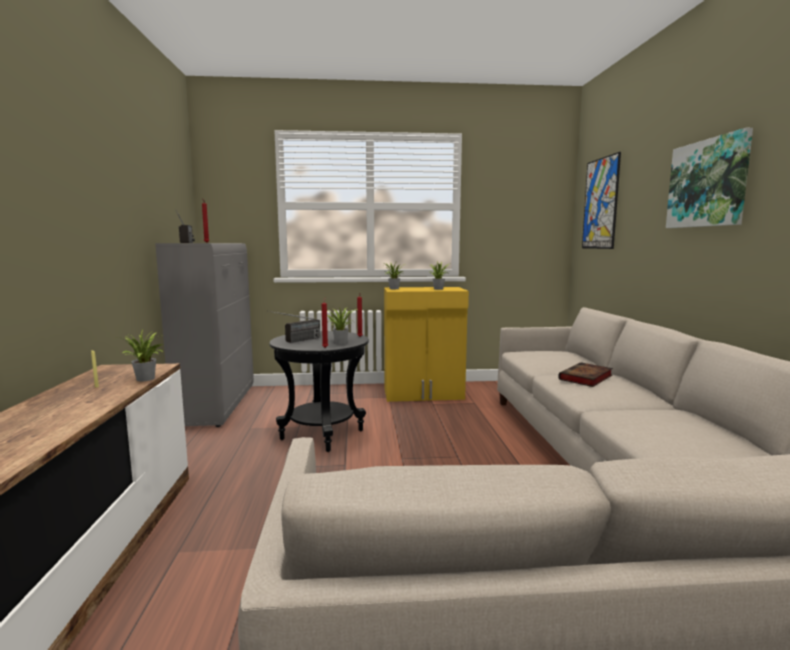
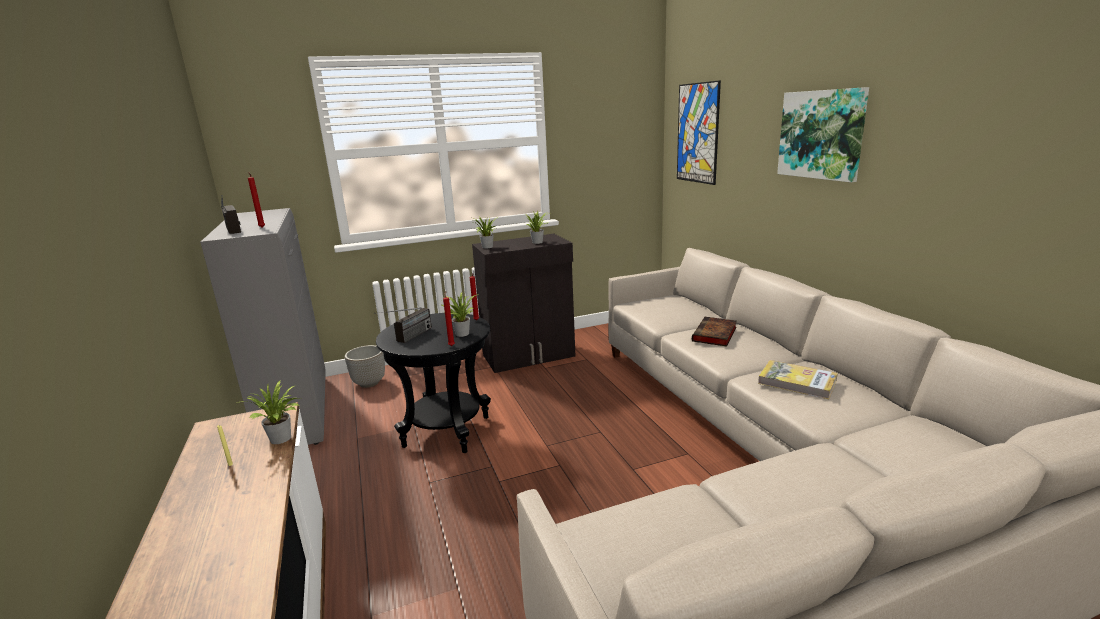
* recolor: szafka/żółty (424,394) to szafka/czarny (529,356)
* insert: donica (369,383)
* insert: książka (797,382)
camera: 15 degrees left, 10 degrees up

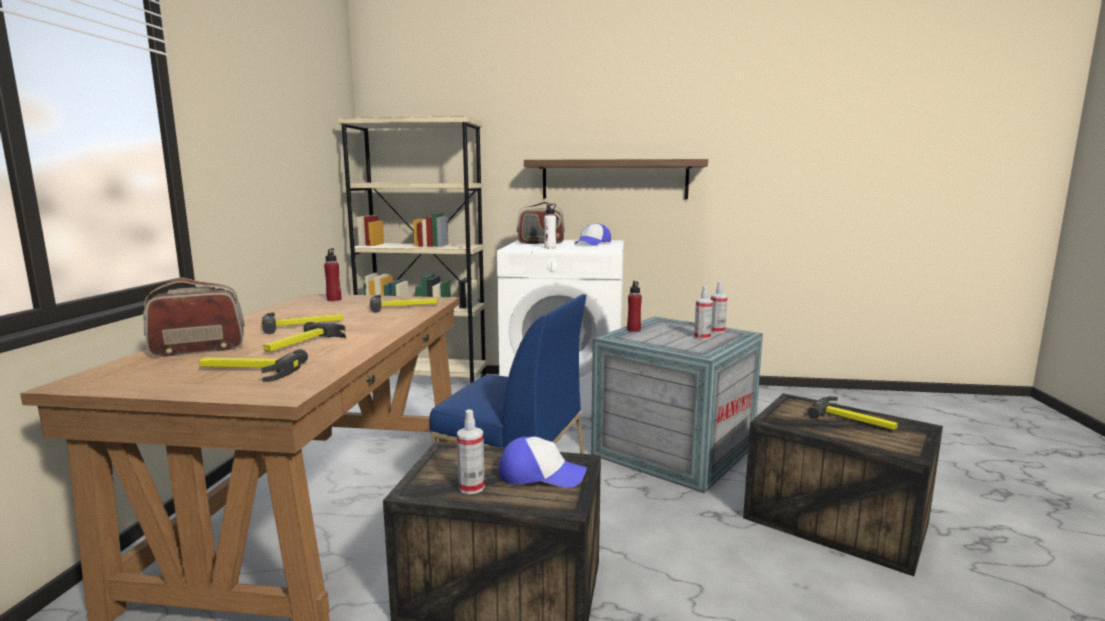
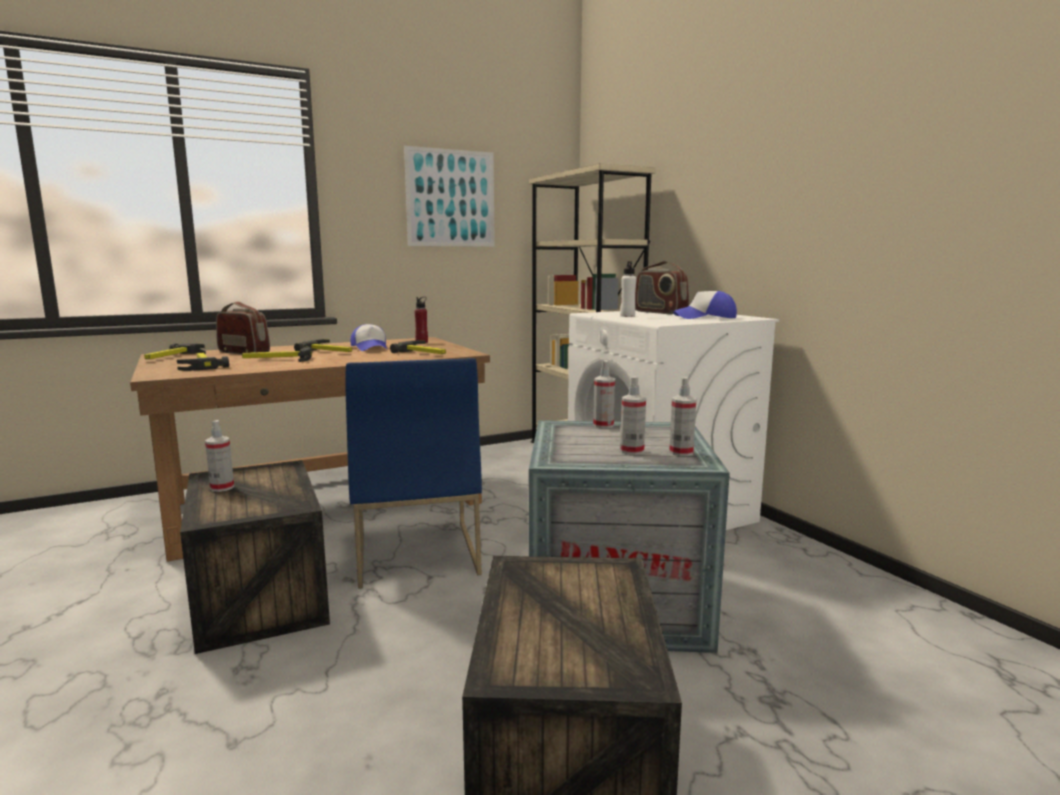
* move: czapka z daszkiem (541,475) to (370,348)
* delete: półka (614,179)
* replace: butelka/czerwony (633,330) to spryskiwacz (603,425)
* move: młotek (854,420) to (173,357)
* insert: obraz (451,198)
camera: 55 degrees right, 0 degrees up

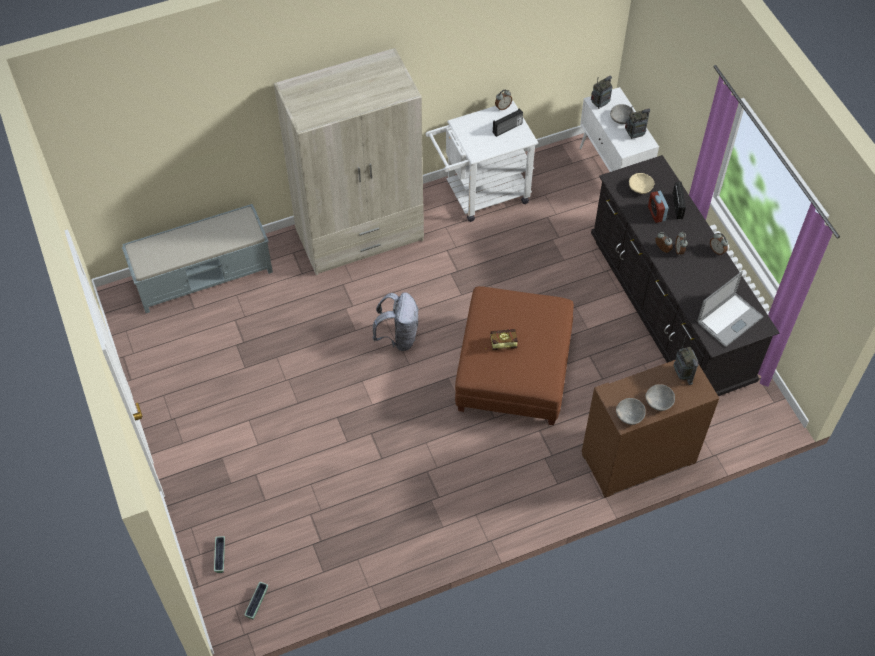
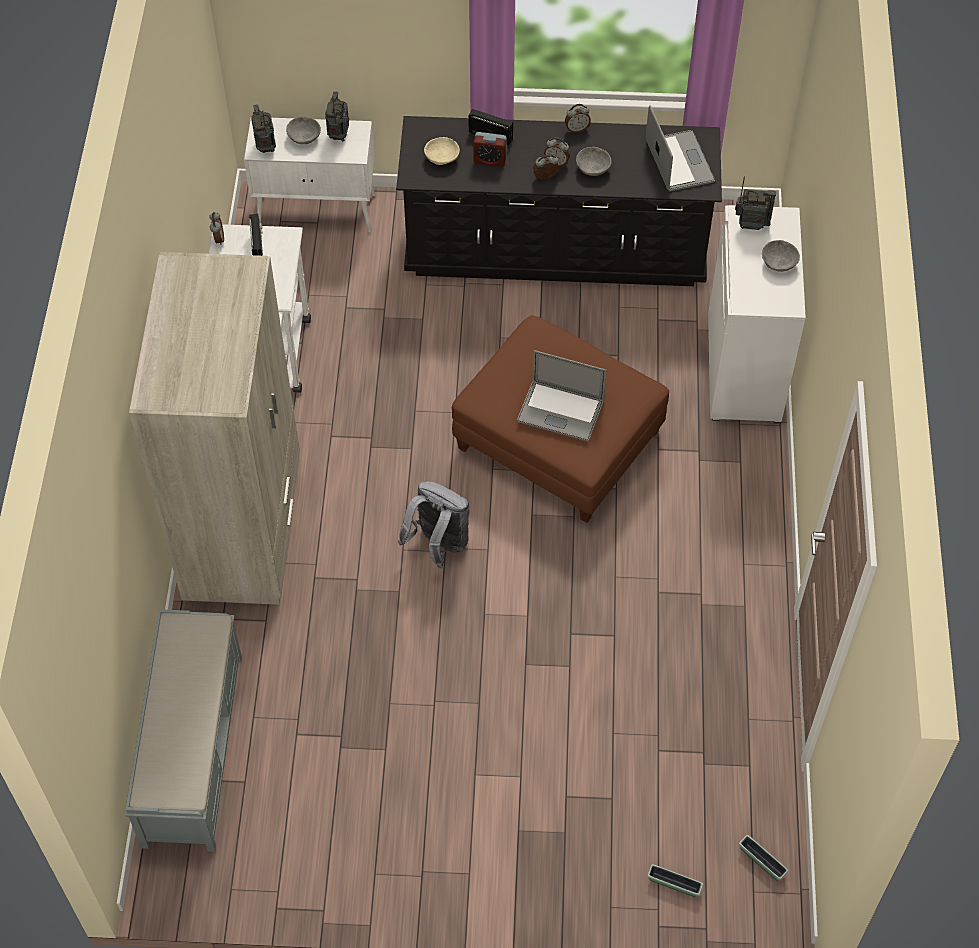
* replace: książka (500,343) to laptop (560,411)
* recolor: szafka/brązowy (638,459) to szafka/biały (745,369)
* move: miska/szary (629,415) to (592,168)
camera: 65 degrees left, 0 degrees up

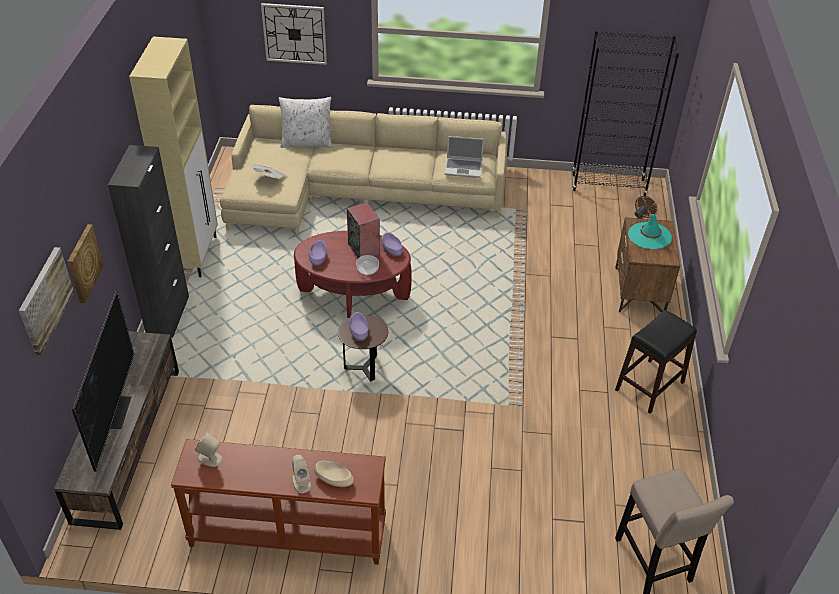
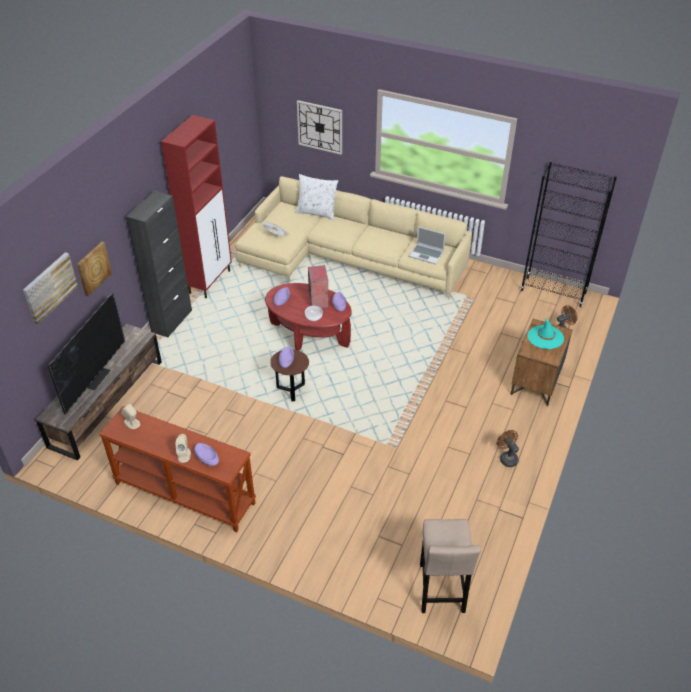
* recolor: szafka/beżowy (196,255) to szafka/czerwony (210,281)
* recolor: miska/beżowy (333,479) to miska/fioletowy (206,458)
* replace: stołek/czarny (650,386) to wentylator/brązowy (507,458)
camera: 20 degrees right, 0 degrees up

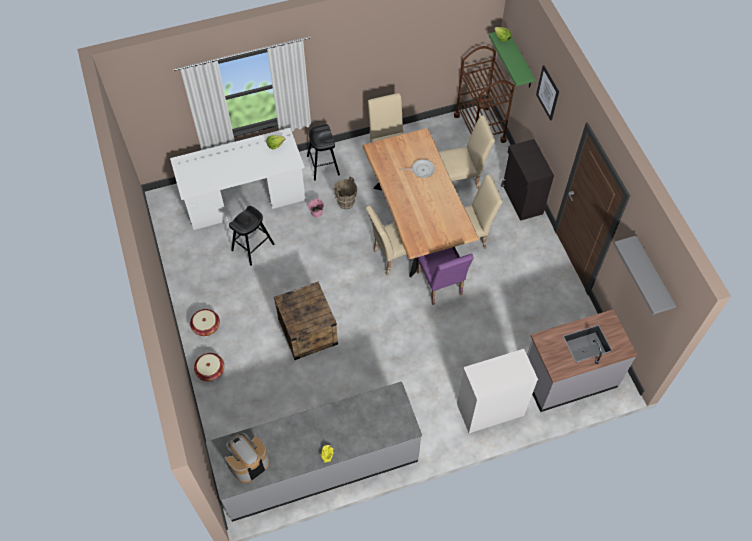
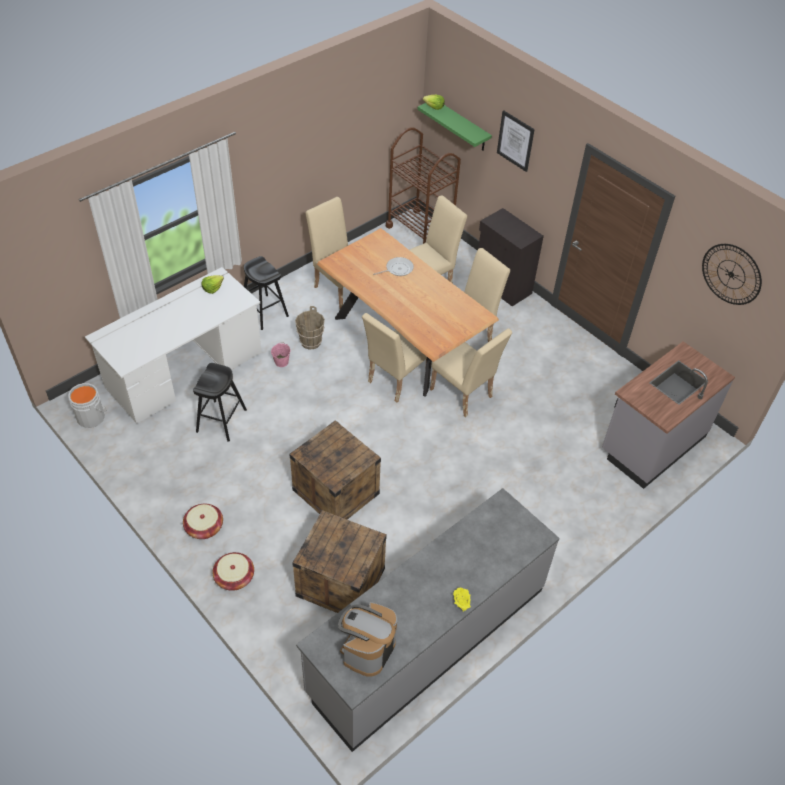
* recolor: krzesło/fioletowy (440,287) to krzesło/beżowy (464,396)
* delete: komoda/biały (489,410)
* replace: półka/szary (652,275) to zegar ścienny (731,274)
* insert: wiadro/szary (92,416)
* insert: skrzynka (340,582)
camera: 25 degrees left, 10 degrees down

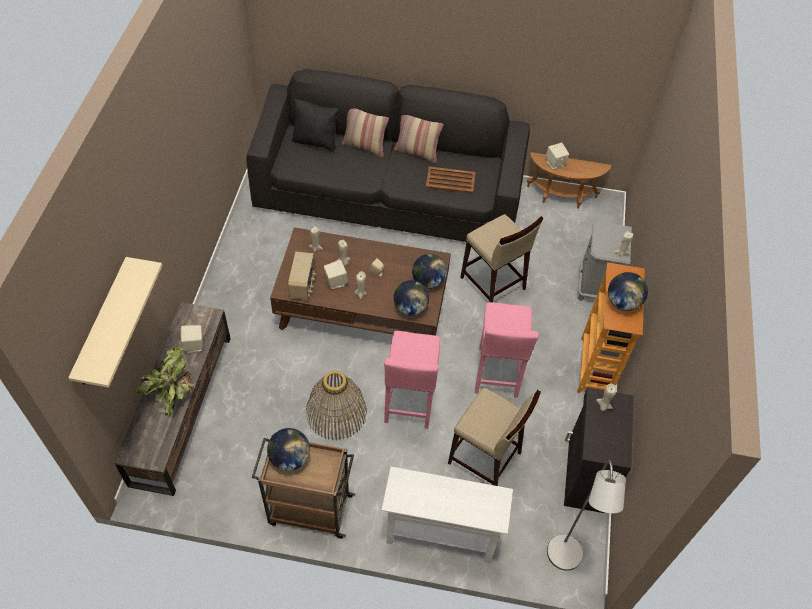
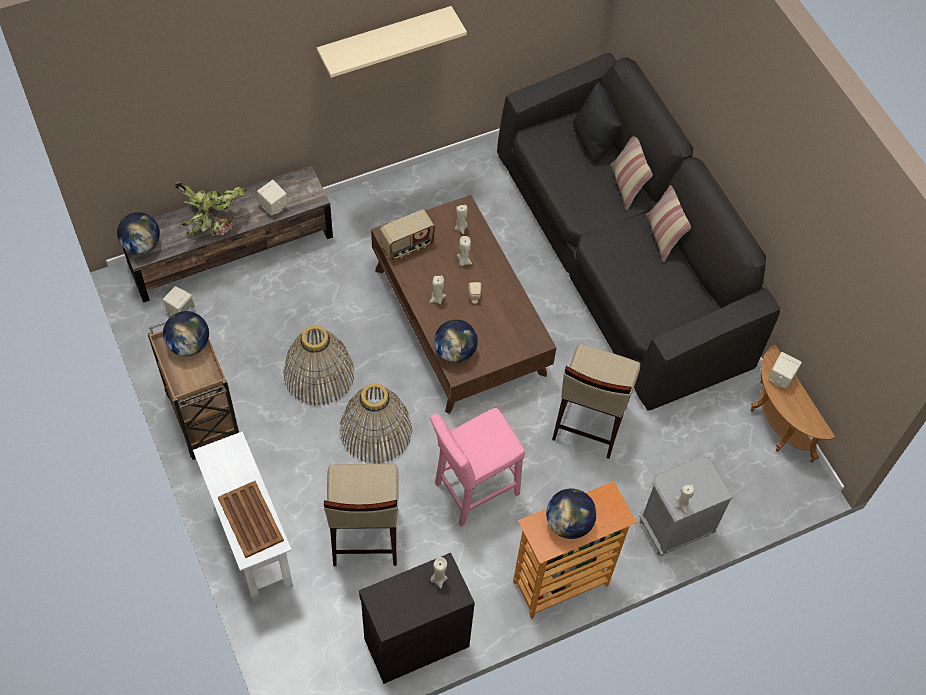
* move: półka/beżowy (102,324) to (385,38)
* move: głośnik/beżowy (335,282) to (181,310)
* replace: stołek/różowy (409,404) to koszyk (375,431)
* move: globus (428,281) to (141,244)
* move: taca/brązowy (450,180) to (250,518)
* delete: lampa stojąca/szary (564,560)
camera: 55 degrees right, 5 degrees up

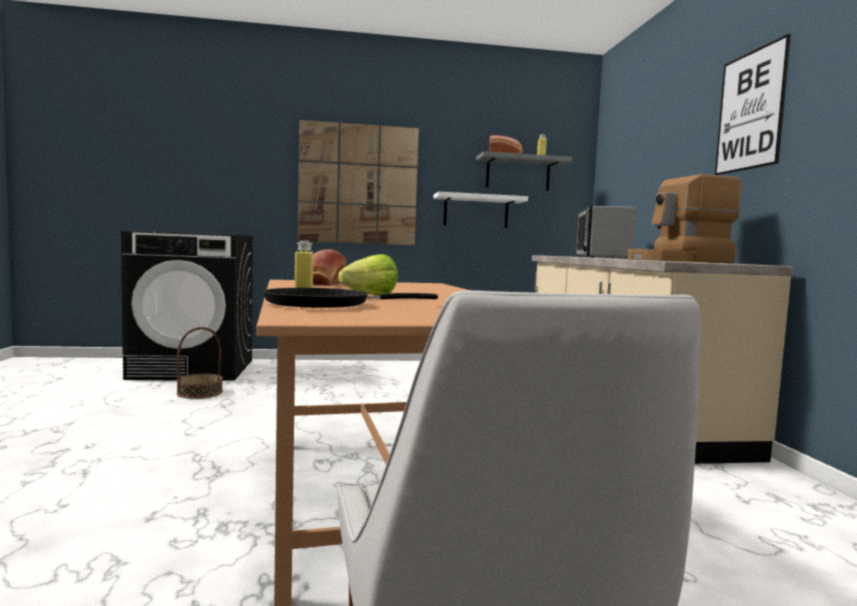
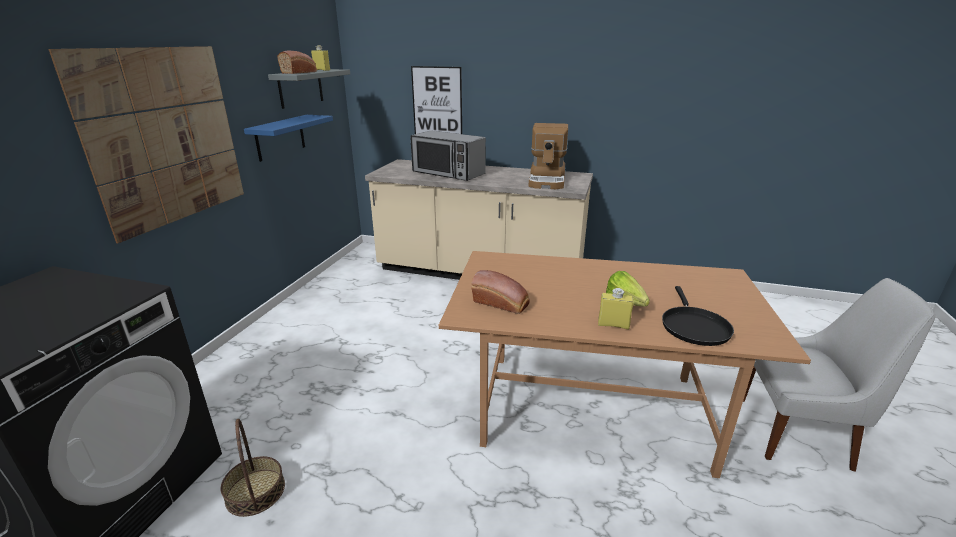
* recolor: półka/biały (476,211) to półka/niebieski (280,137)
* move: obraz (750,110) to (437,103)
camera: 65 degrees left, 20 degrees up

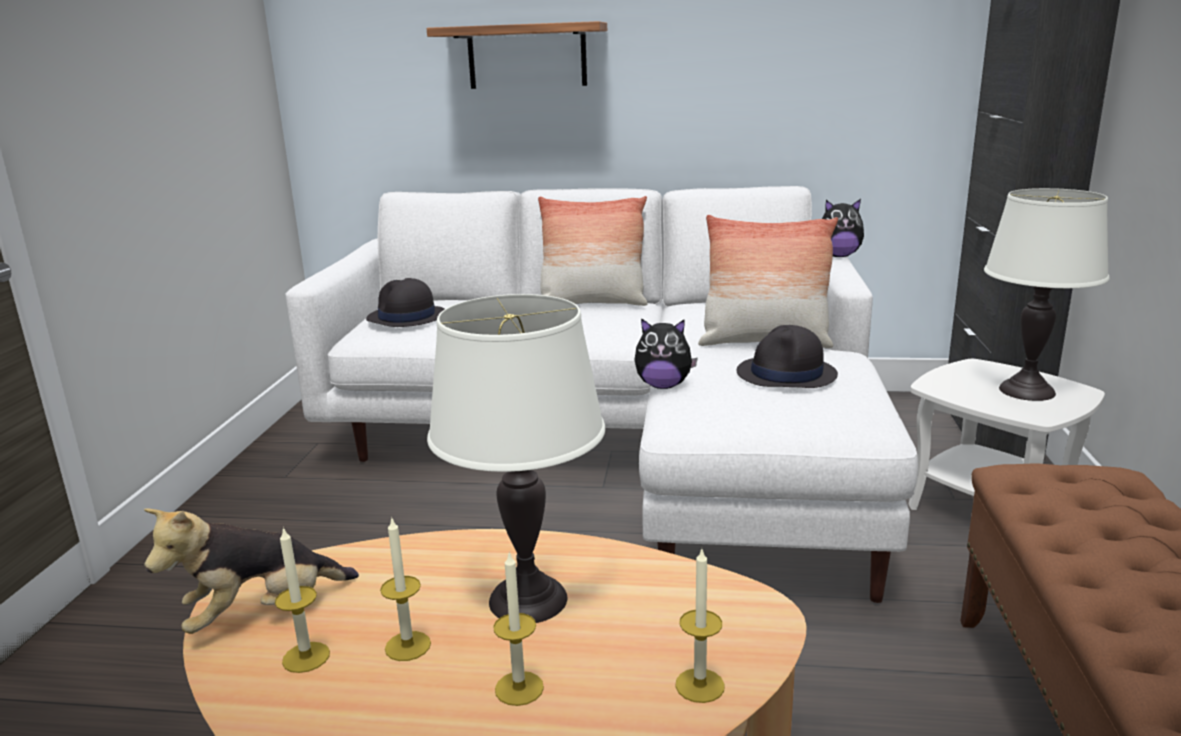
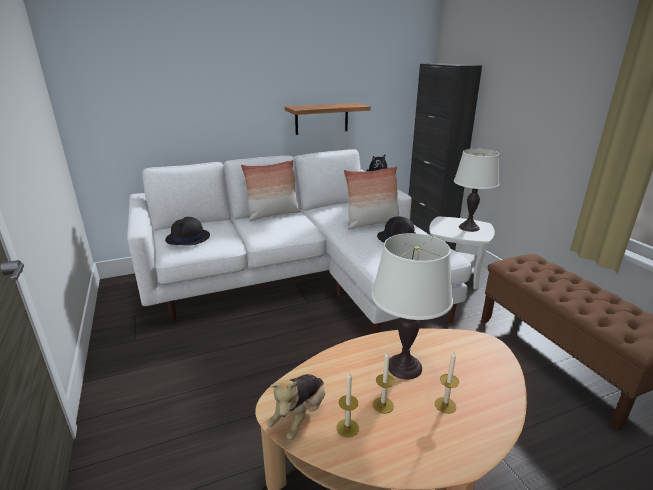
* move: półka (527,56) to (321,118)
* delete: pluszak (663,386)
* delete: świeca (699,685)
camera: 30 degrees left, 5 degrees up

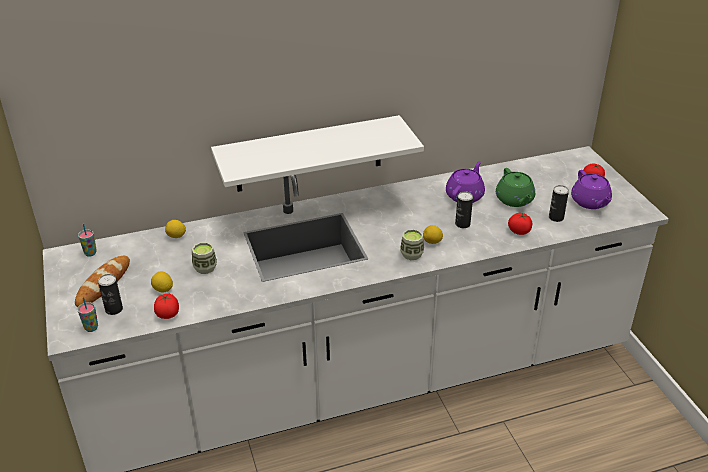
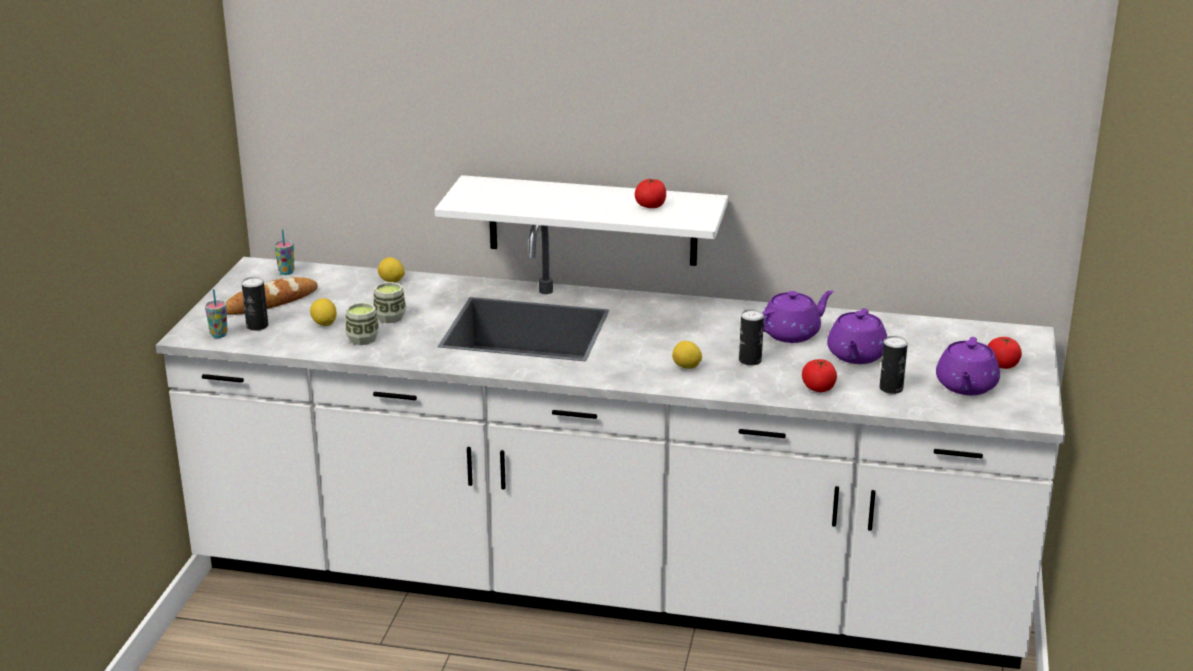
* move: pomidor (167,314) to (650,206)
* move: filiżanka (411,254) to (363,339)
* recolor: imbryk/zielony (514,200) to imbryk/fioletowy (856,356)
camera: 30 degrees right, 10 degrees down

